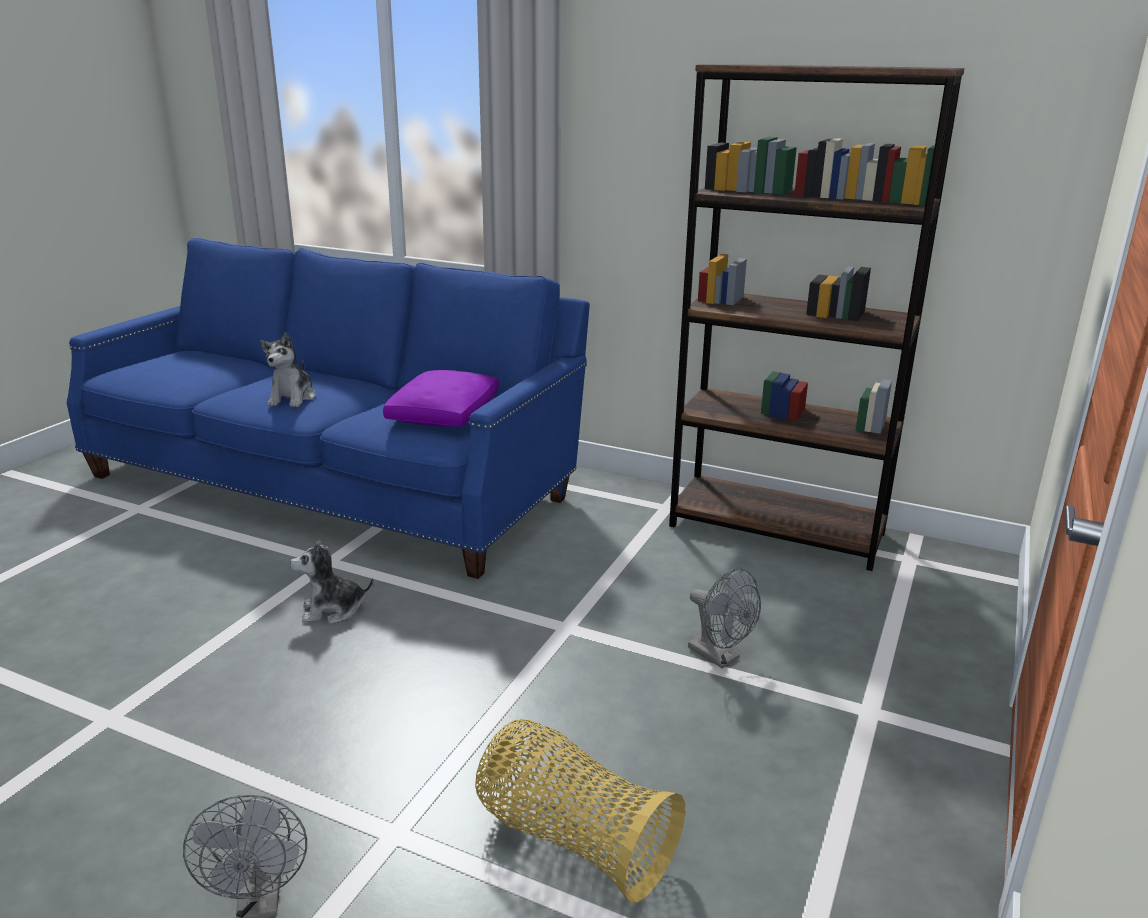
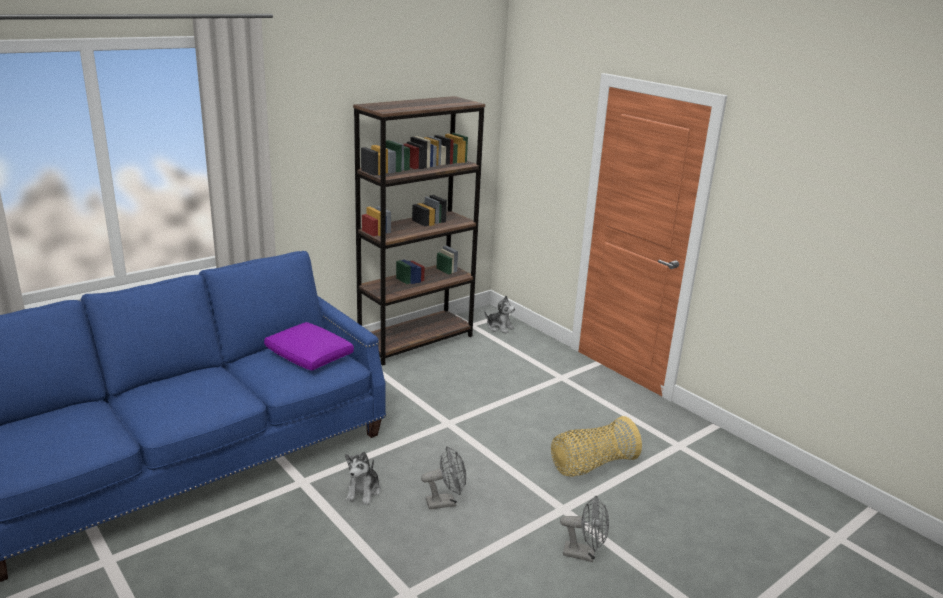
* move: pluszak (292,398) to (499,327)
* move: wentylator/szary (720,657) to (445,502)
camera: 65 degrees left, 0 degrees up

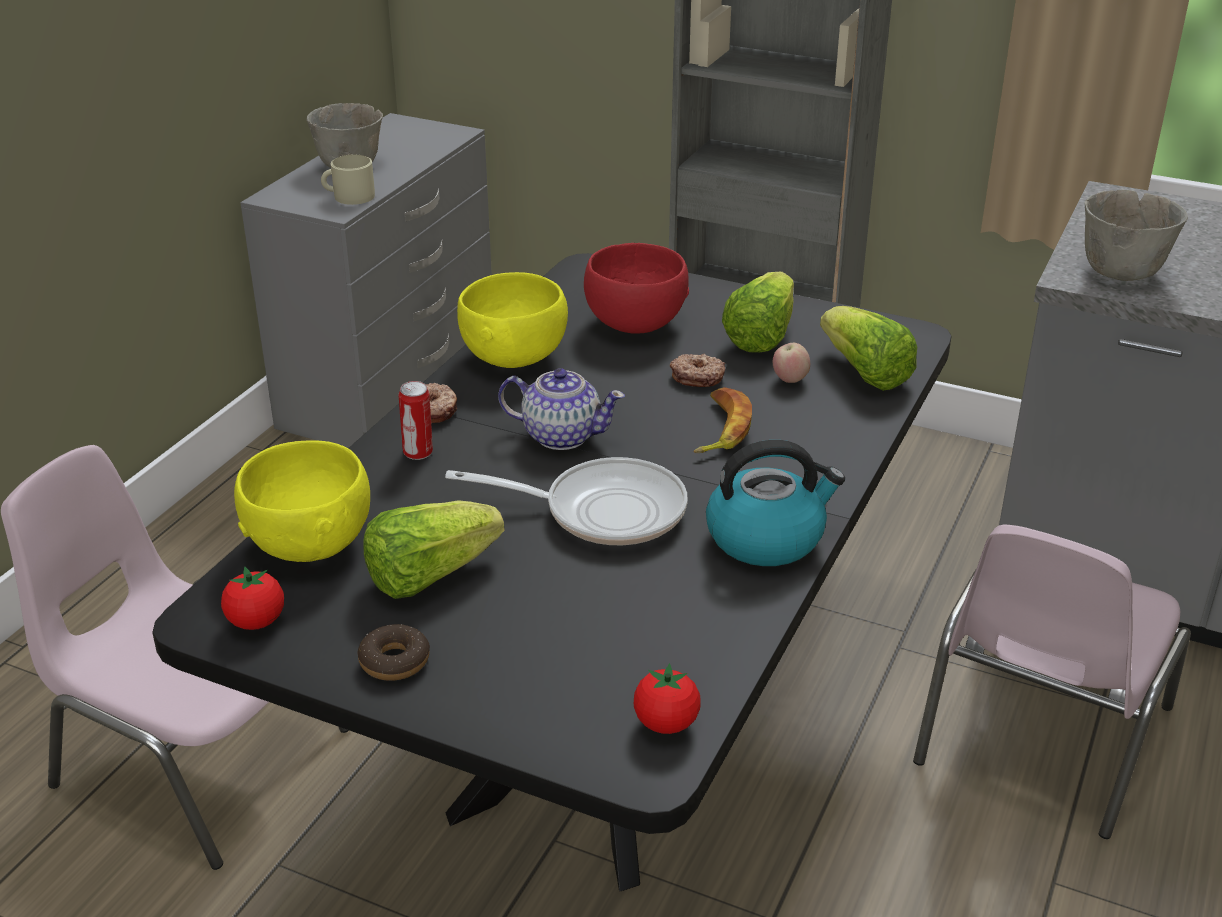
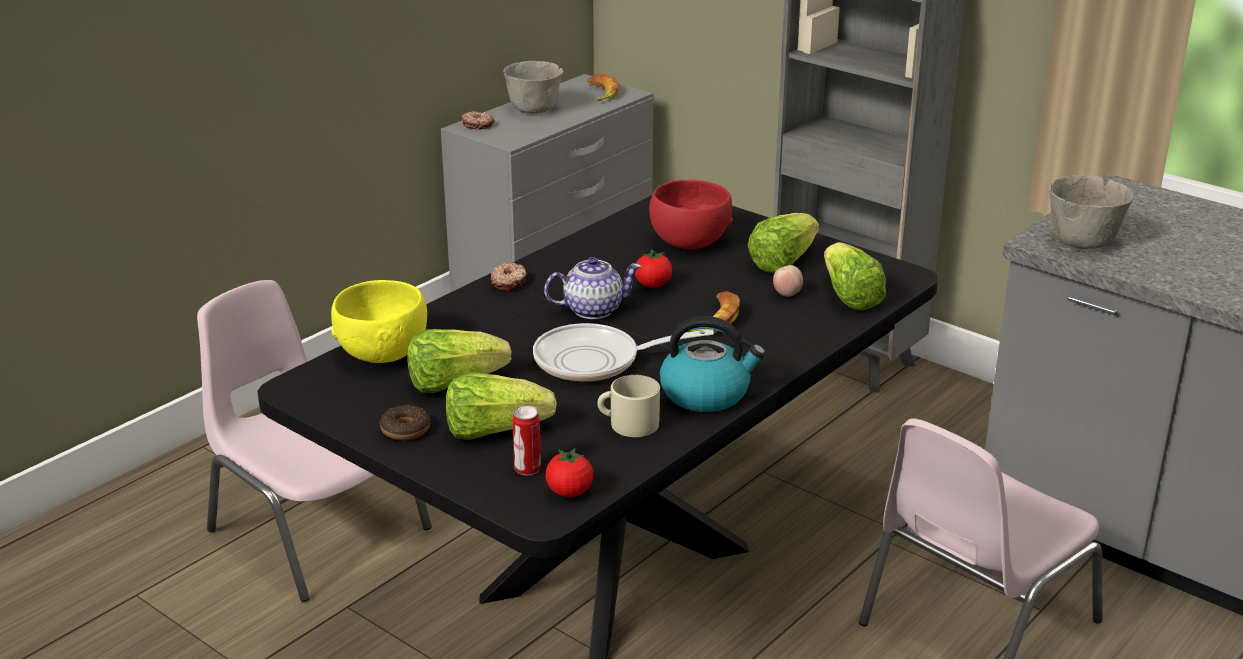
* move: pomidor (256,622) to (653,285)
* move: kubek/beżowy (349,196) to (628,423)
* move: puszka (418,453) to (527,469)
* rotate: patelnia (602,511) = (596,361) 150 degrees clockwise
* delete: miska/żółty (515,356)
* rotate: imbryk (561,435) = (592,310) 45 degrees counterclockwise
* move: donut (697,377) to (477,125)
* insert: sałata (494,431)
* insert: banan (600,93)
camera: 15 degrees right, 5 degrees down

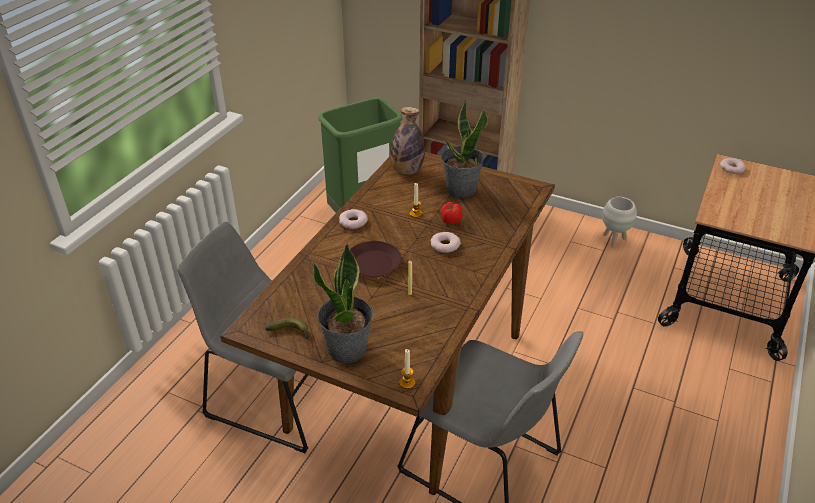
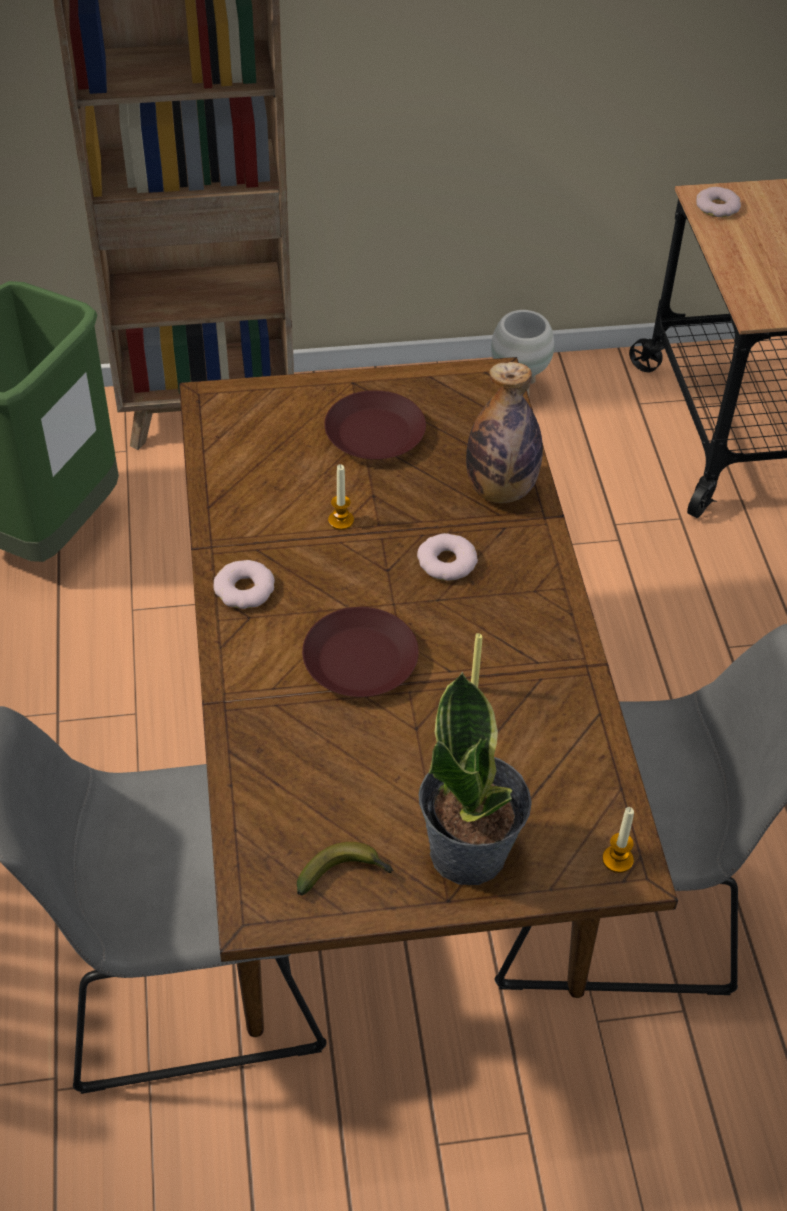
* move: butelka (407,170) to (500,490)
* replace: roślina doniczkowa (461,189) to talerz/brązowy (374,433)
* delete: pomidor (451,220)
camera: 35 degrees left, 10 degrees up

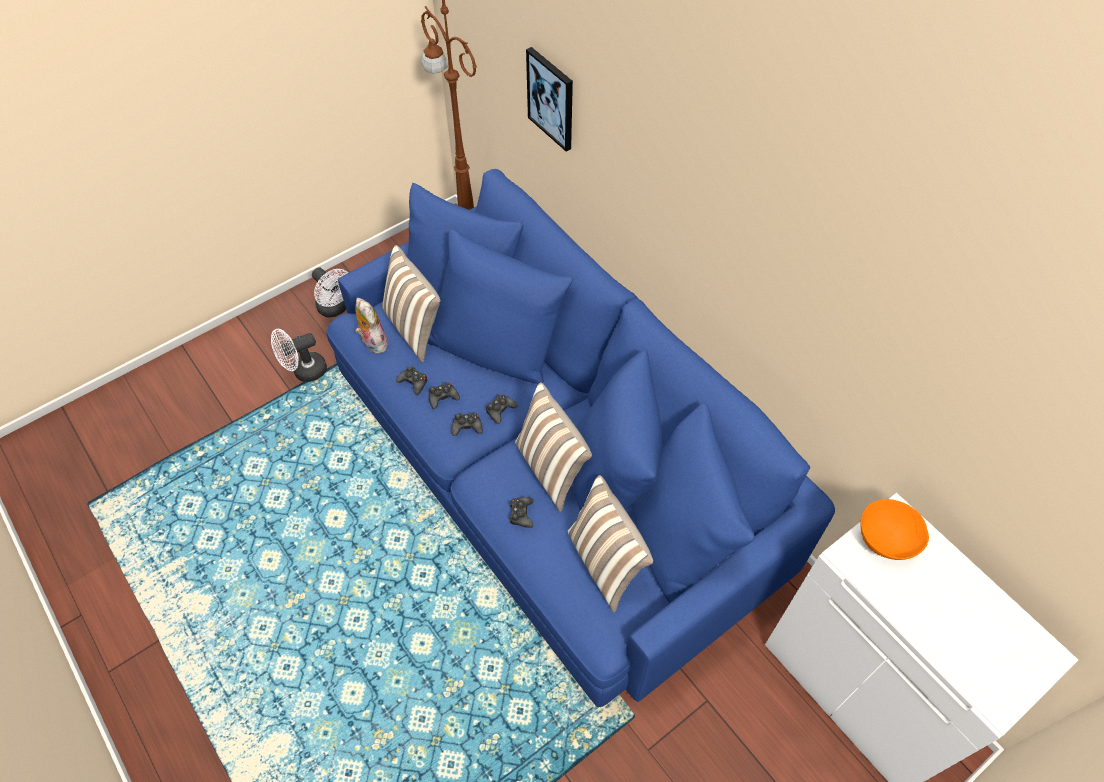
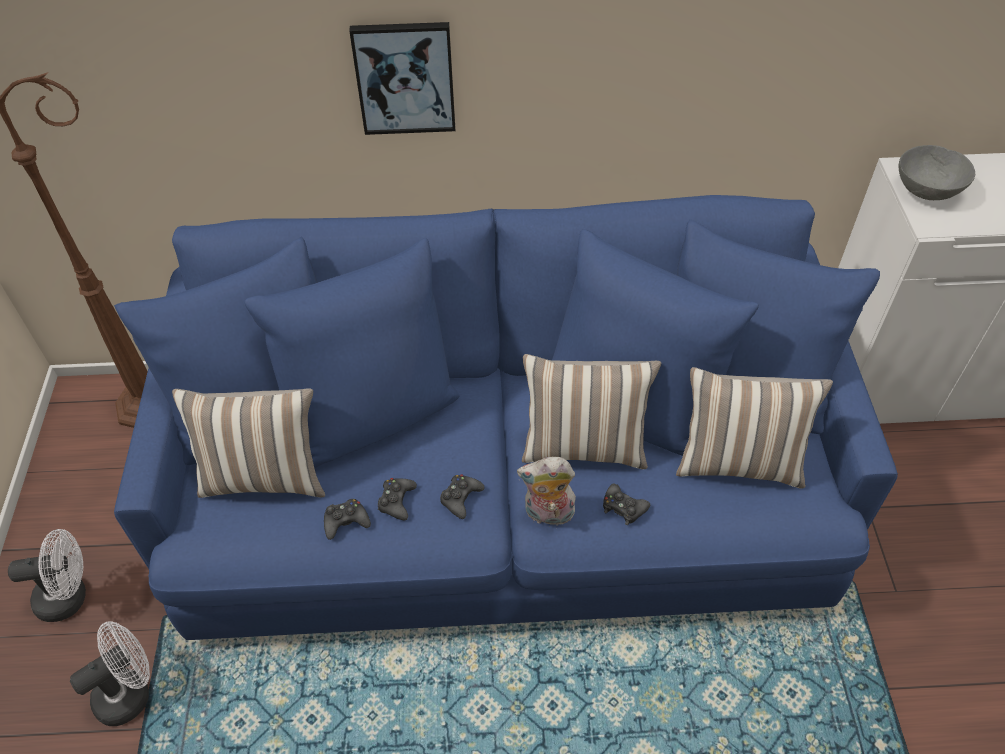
* rotate: wentylator/biały (304,371) = (130,692) 135 degrees counterclockwise
* move: pluszak (373,342) to (548,514)
* delete: pad do gier/czarny (500,410)
* move: obraz (551,99) to (405,78)
* recolor: miska/pomarańczowy (886,539) to miska/szary (926,190)
camera: 55 degrees left, 5 degrees down

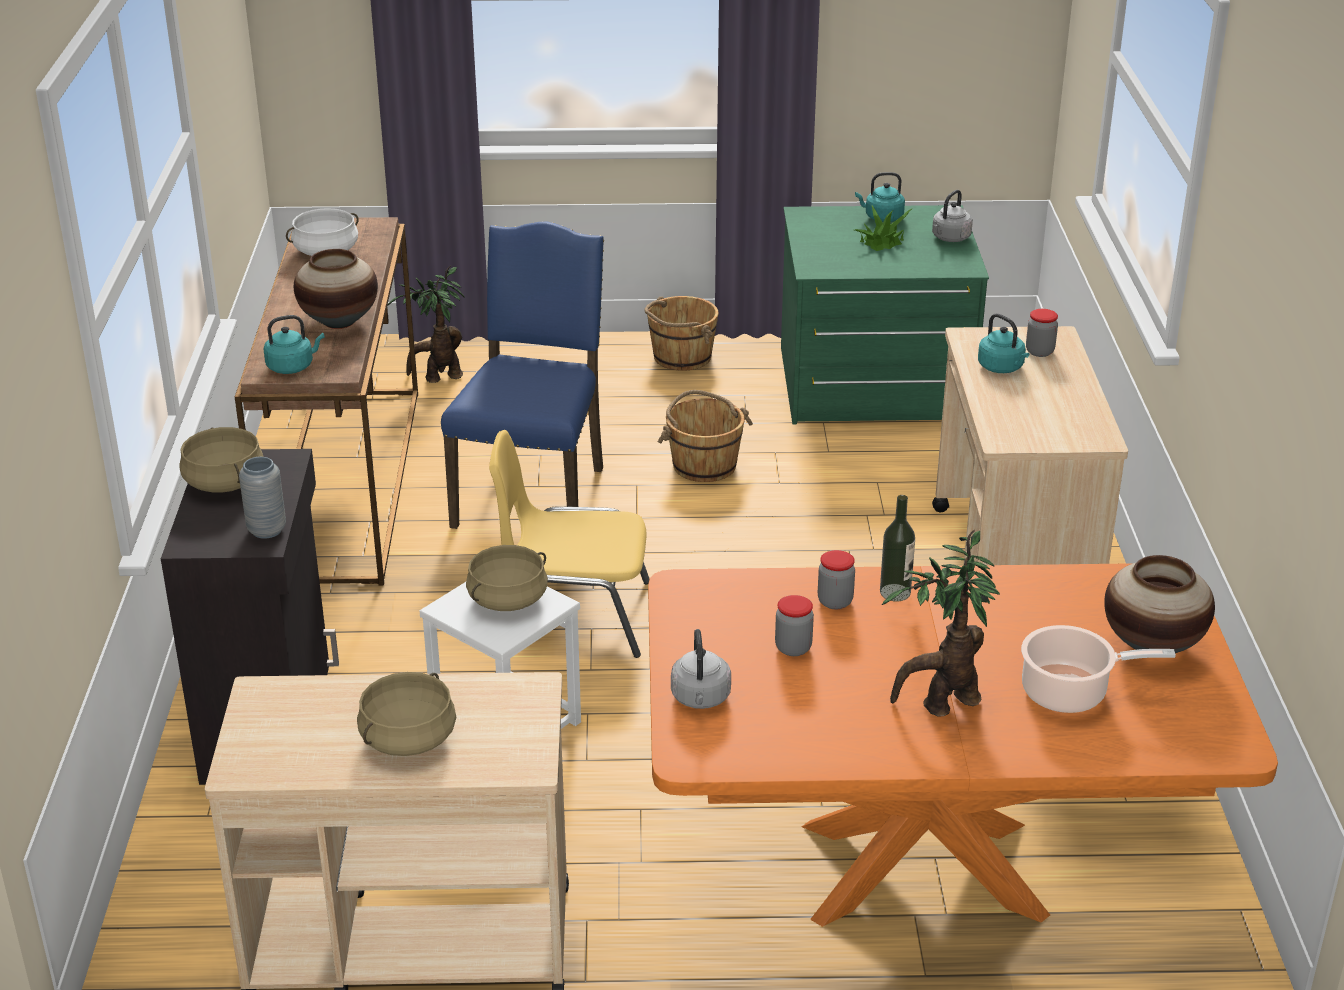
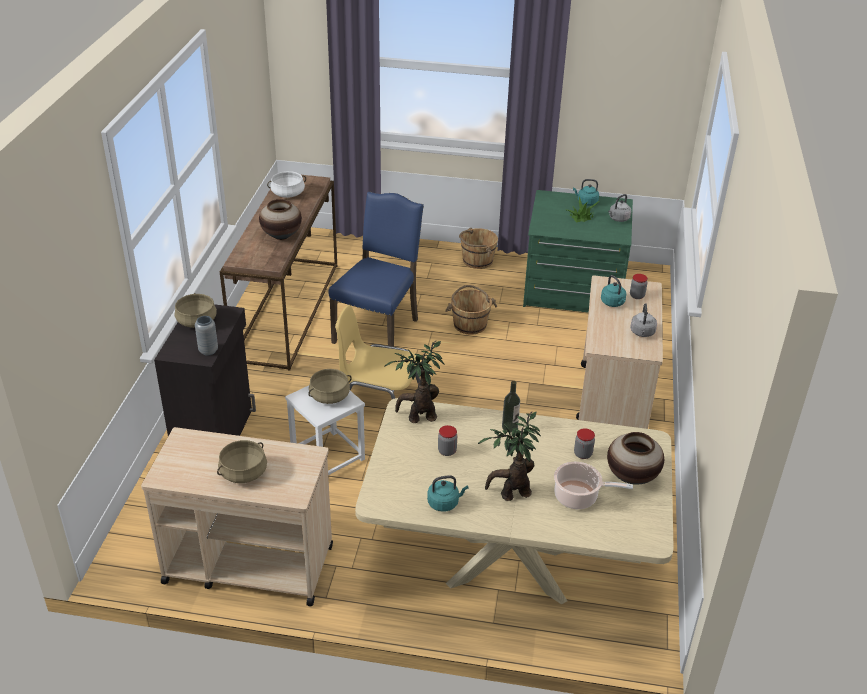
* move: czajnik/turkusowy (292,367) to (444,503)
* move: roślina doniczkowa (438,377) to (418,417)
* recolor: stół jadalny/pomarańczowy (923,872) to stół jadalny/beżowy (510,567)
* move: czajnik/szary (700,699) to (642,333)
* move: słoik (835,601) to (583,454)
camera: 10 degrees right, 5 degrees up

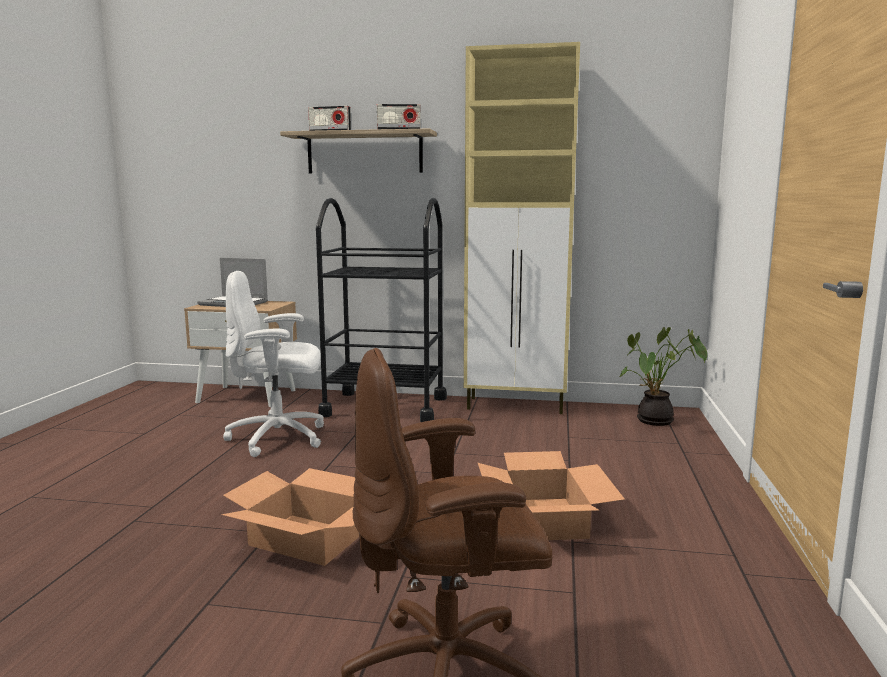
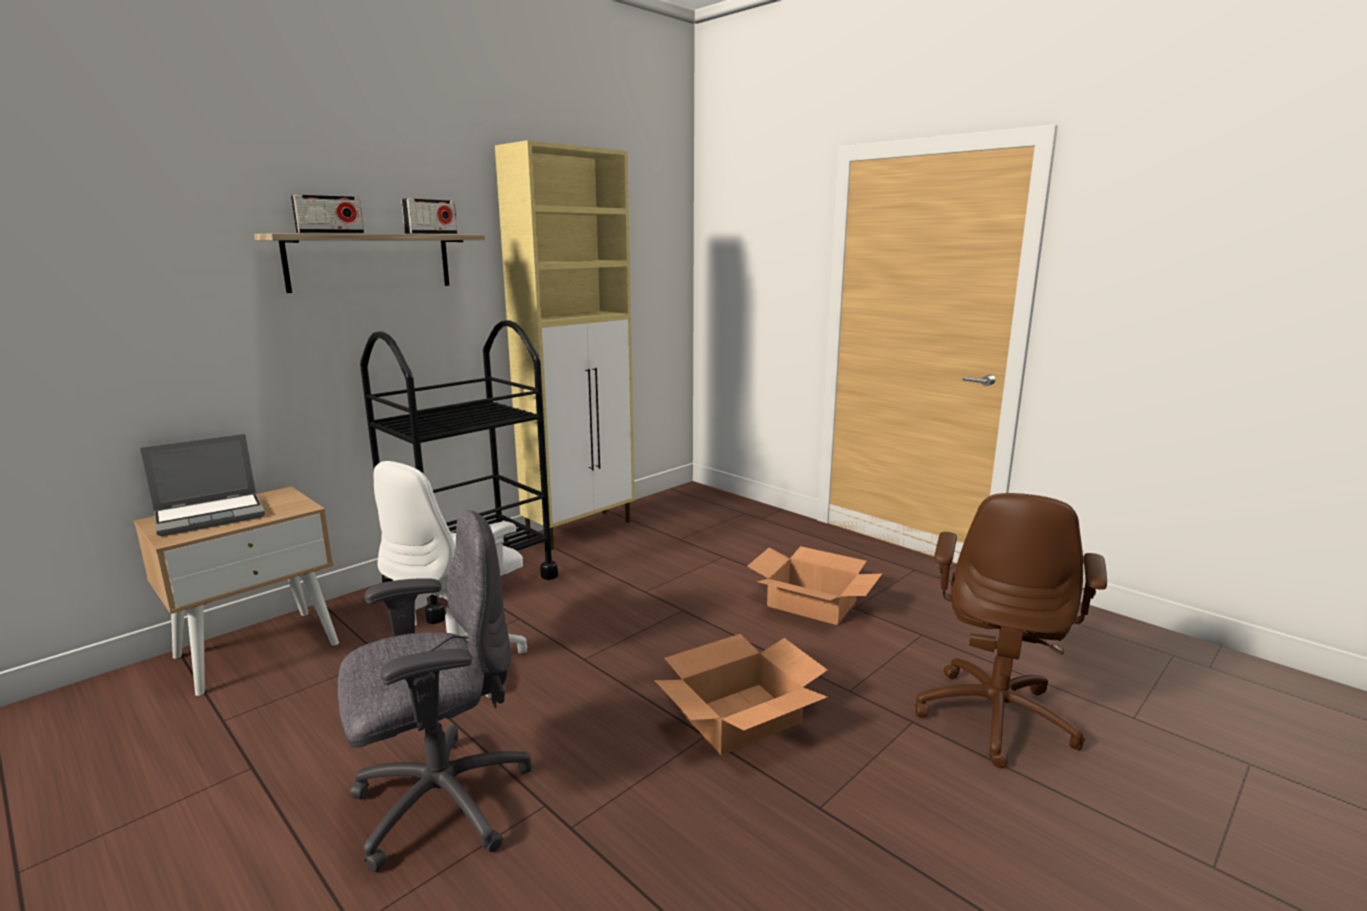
* delete: roślina doniczkowa (655,422)
* insert: krzesło biurowe/szary (439,802)
camera: 55 degrees left, 5 degrees up

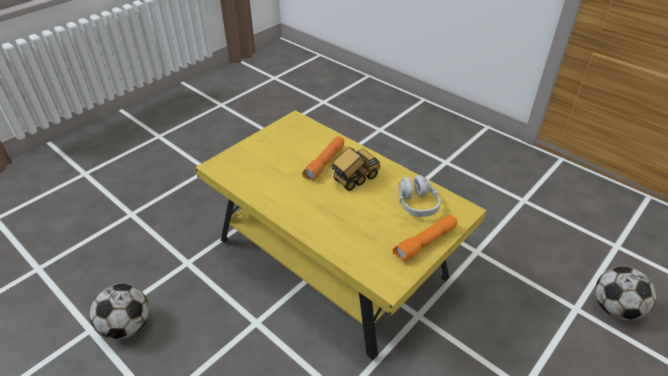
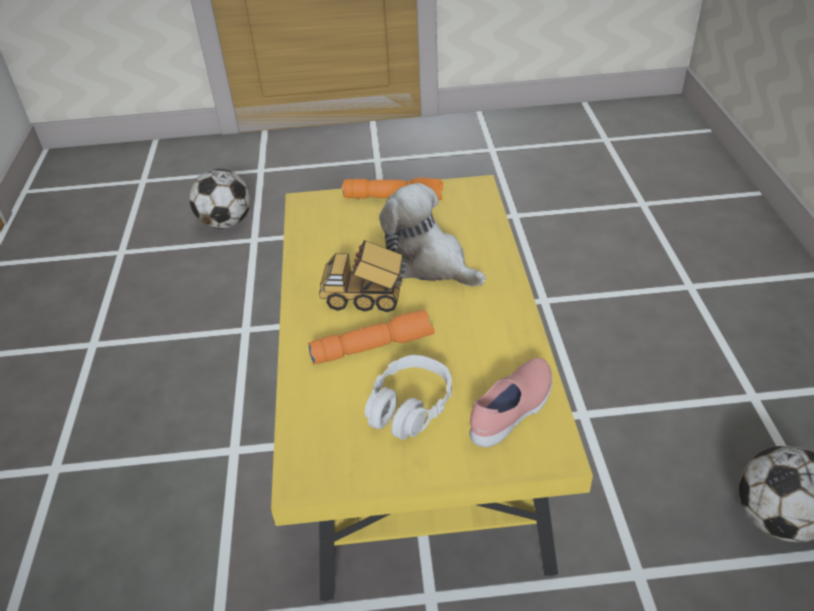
* move: słuchawki/szary (417,203) to (409,407)
* insert: pluszak (429,263)
* insert: but/różowy (512,412)
camera: 135 degrees left, 0 degrees up

